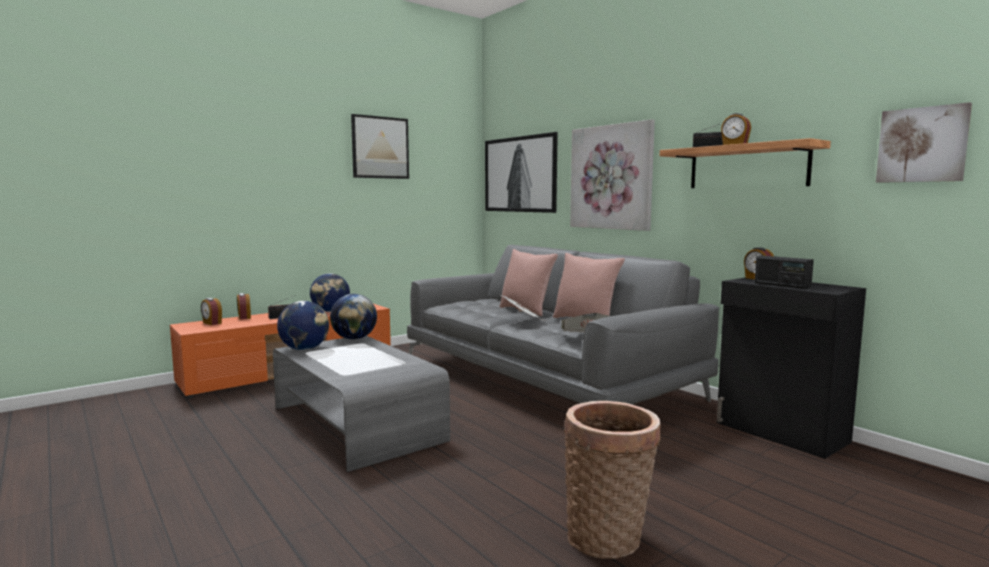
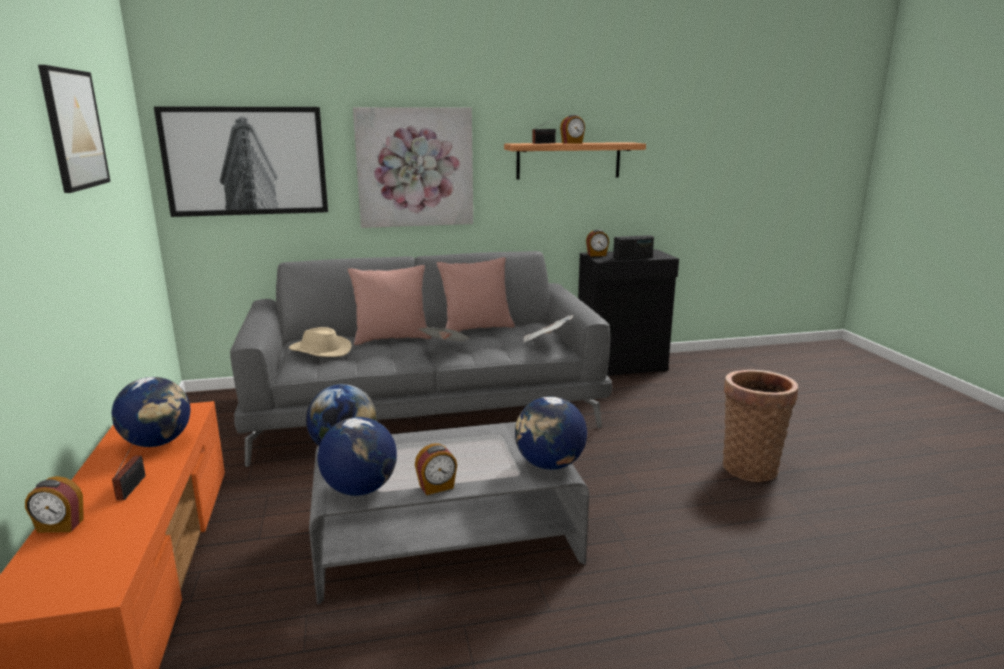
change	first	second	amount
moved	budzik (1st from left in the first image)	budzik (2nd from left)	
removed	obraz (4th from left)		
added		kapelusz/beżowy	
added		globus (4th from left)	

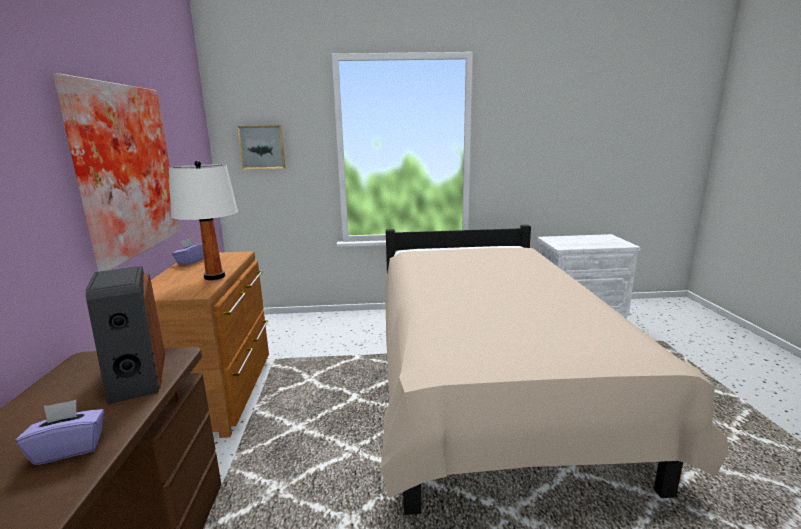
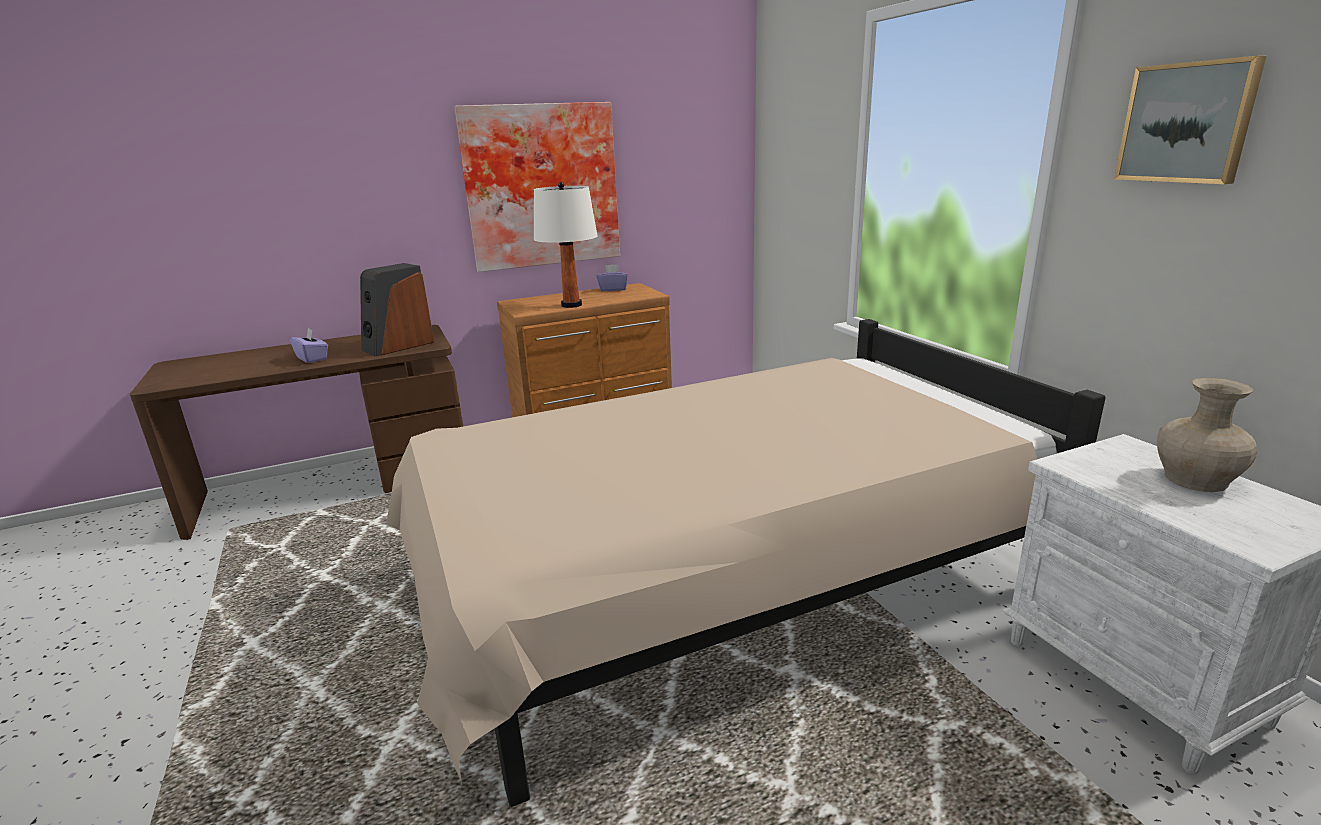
change	first	second	amount
moved	obraz (2nd from left)		
added		wazon/beżowy	

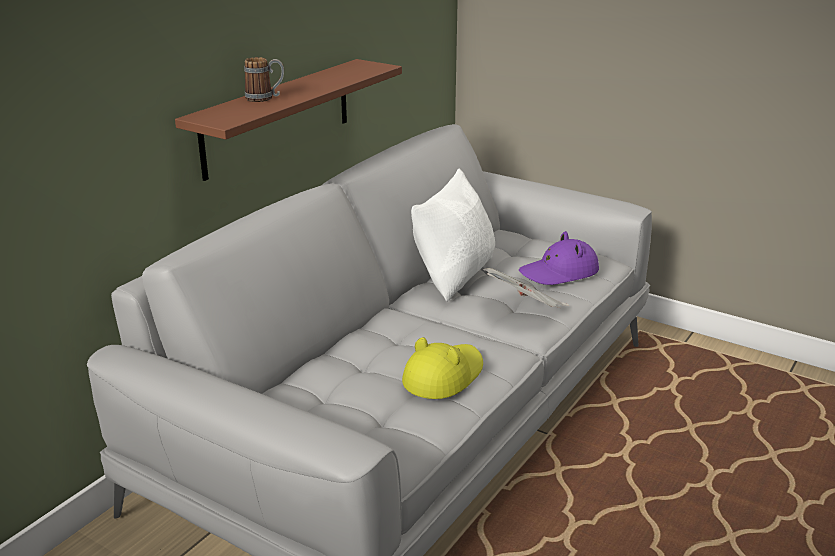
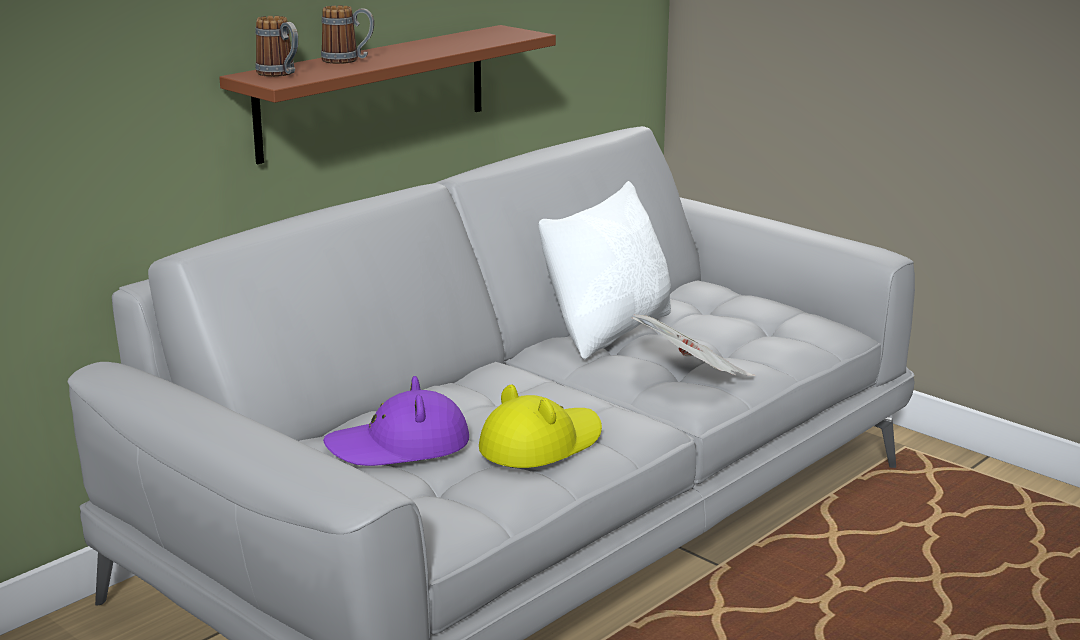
change	first	second	amount
moved	kapelusz/fioletowy		
added		kubek (1st from left)	

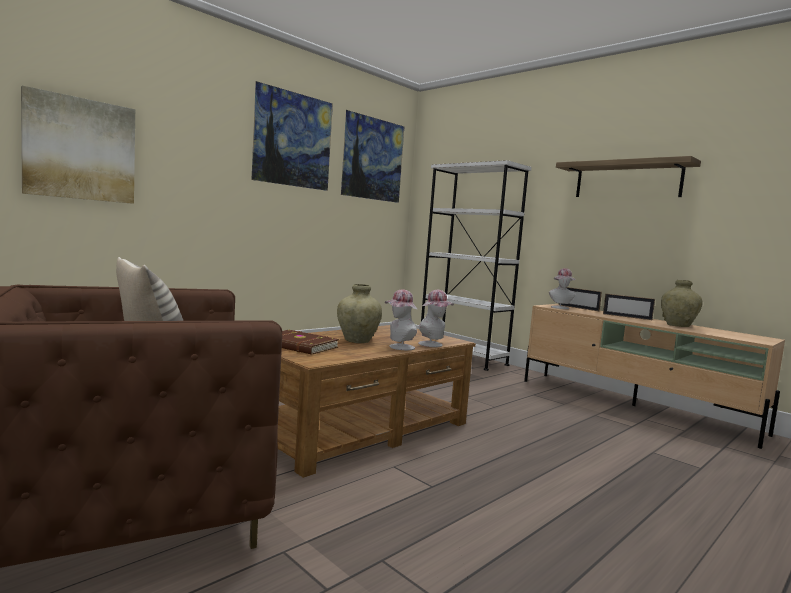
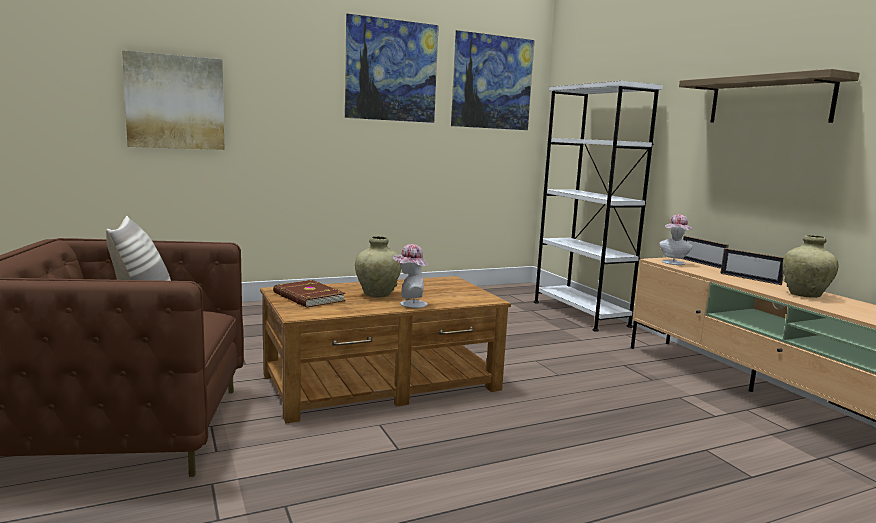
change	first	second	amount
removed	kapelusz (2nd from left)		

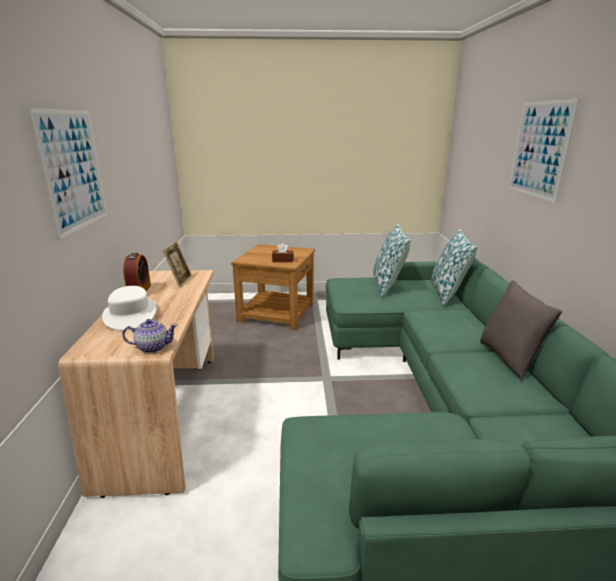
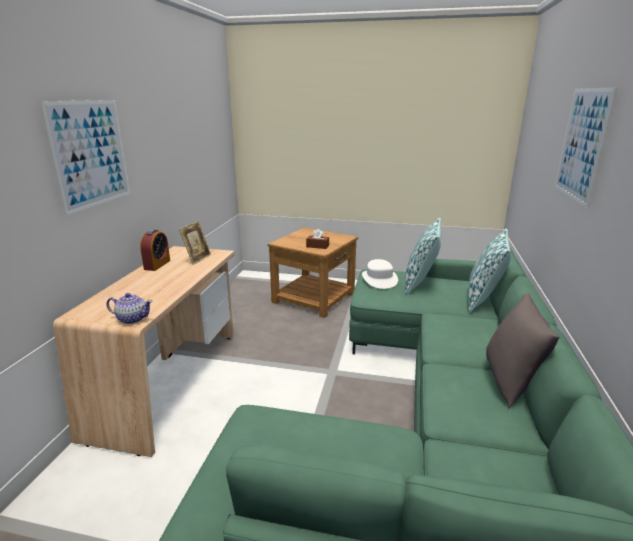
change	first	second	amount
moved	kapelusz/biały		

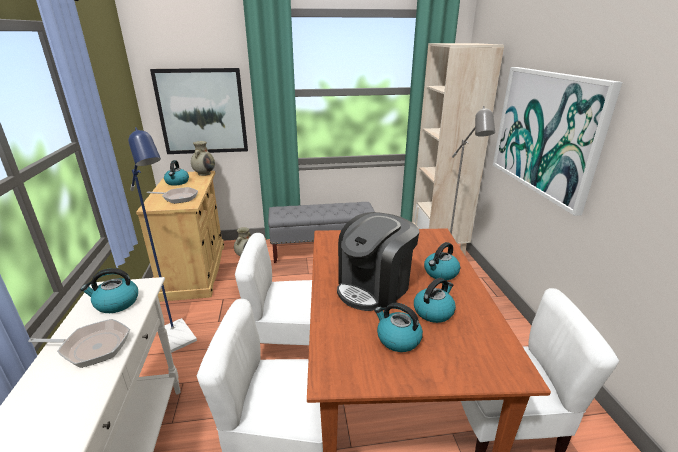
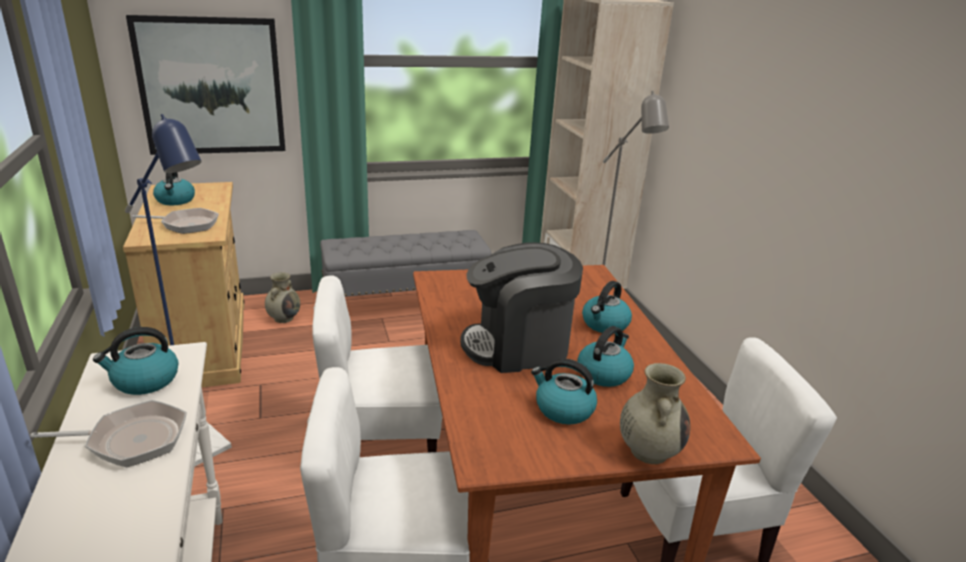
change	first	second	amount
moved	wazon/beżowy (1st from left in the first image)	wazon/beżowy (2nd from left)	
turned	ekspres do kawy		45 degrees clockwise
removed	obraz (2nd from left)		

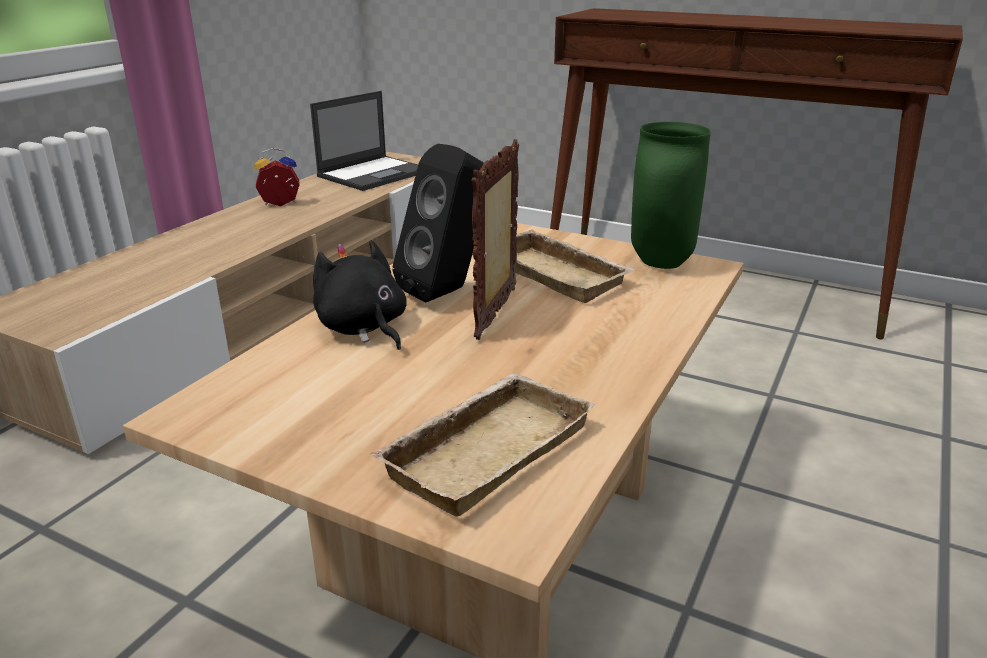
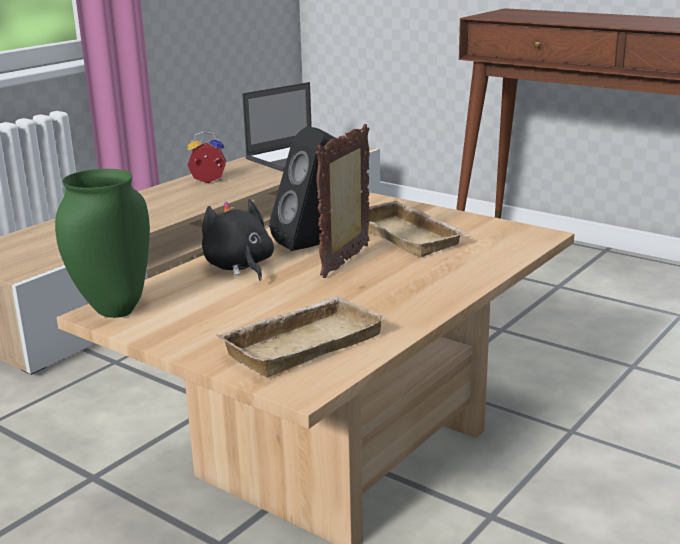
change	first	second	amount
moved	wazon/zielony		

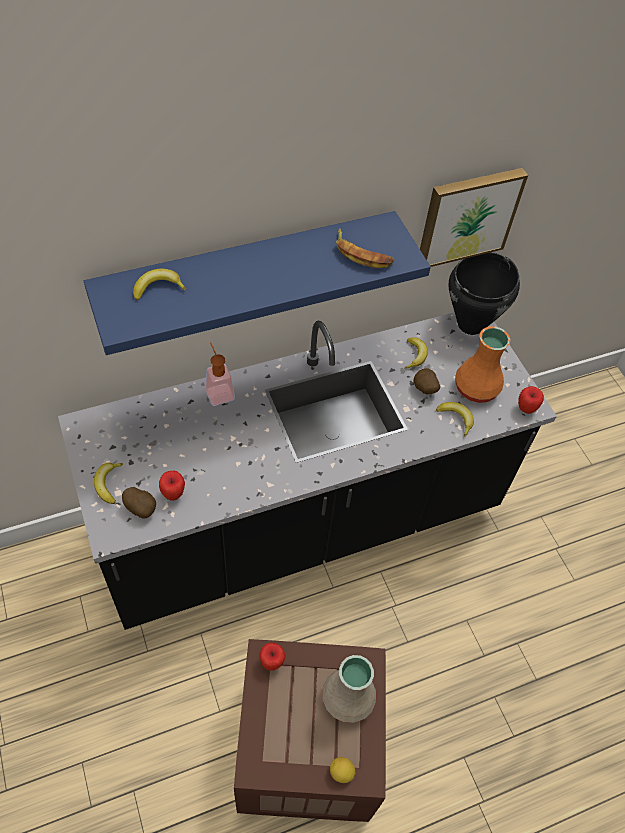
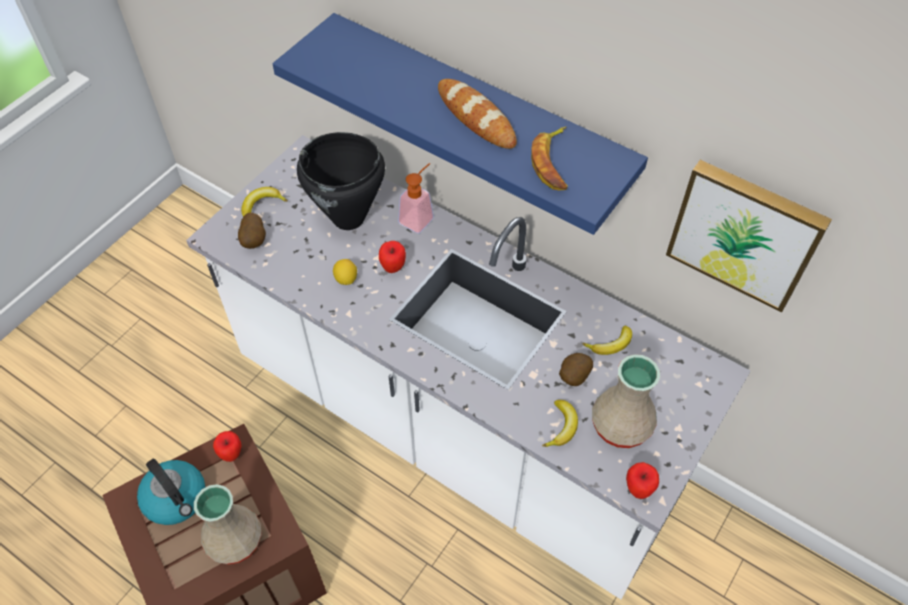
change	first	second	amount
recoloured	zabudowa kuchenna/czarny	zabudowa kuchenna/biały	
removed	banan (2nd from left)		
moved	jabłko (1st from left in the first image)	jabłko (2nd from left)	
moved	cytryna		
moved	garnek/czarny		
recoloured	wazon/pomarańczowy	wazon/beżowy (2nd from left)	
added		czajnik	
added		chleb	

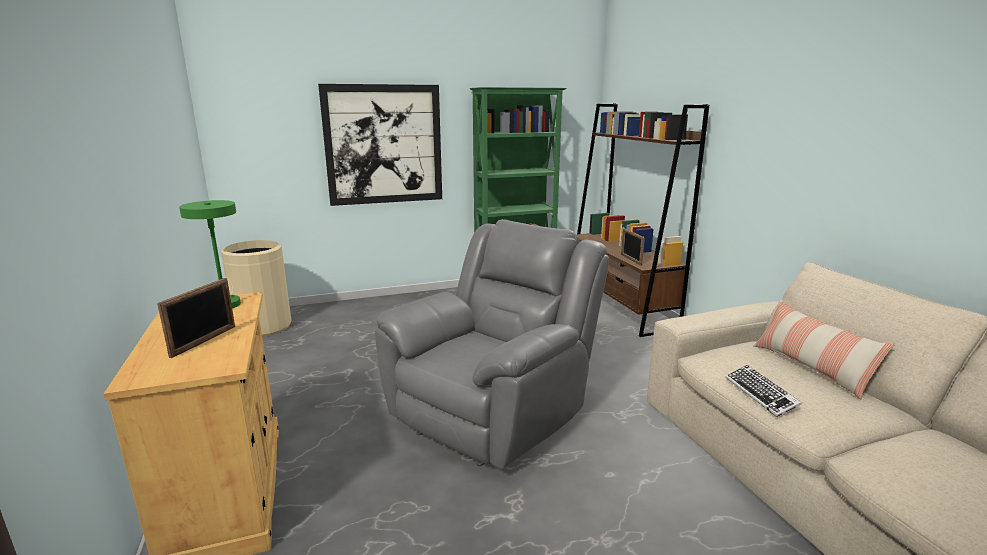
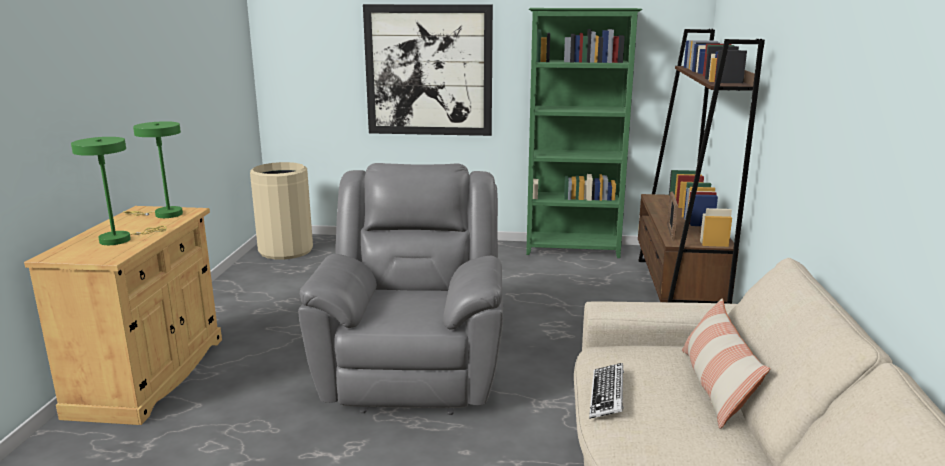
change	first	second	amount
replaced	ramka na zdjęcie (1st from left)	lampa stołowa/zielony (1st from left)	
turned	fotel/szary		60 degrees counterclockwise

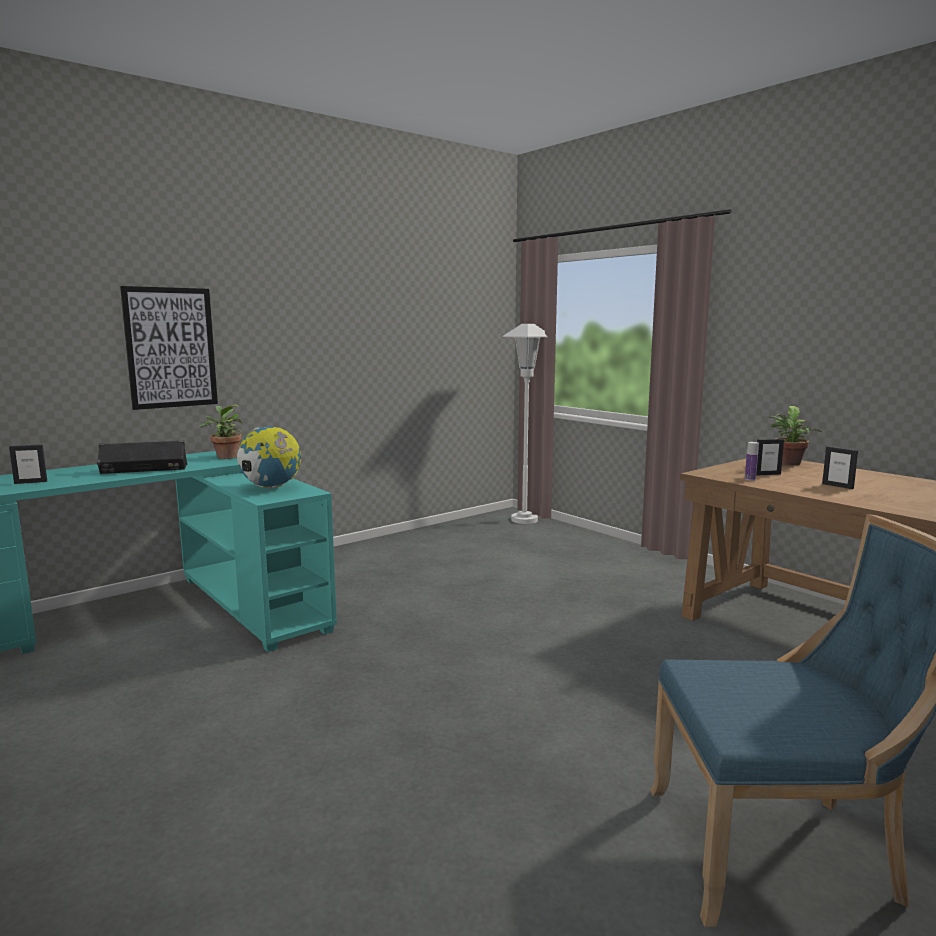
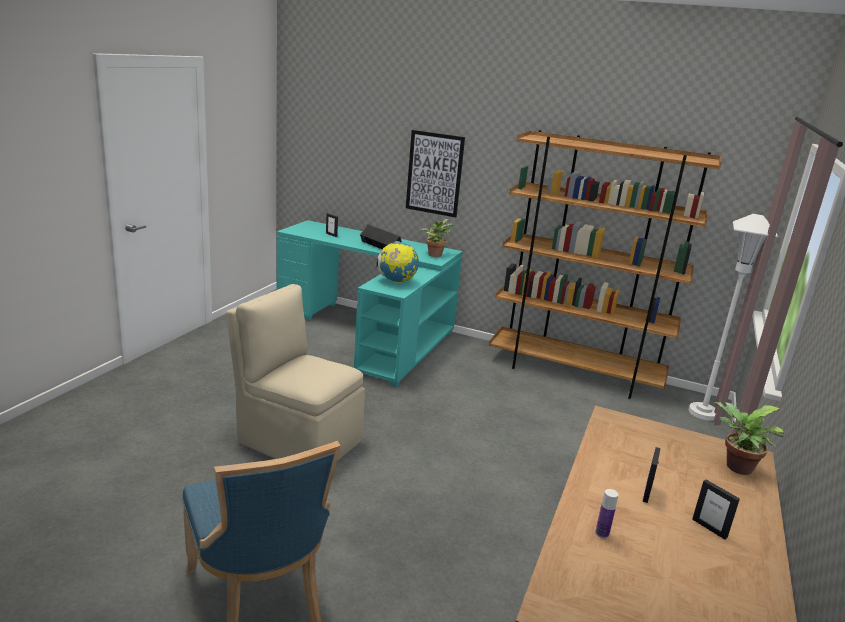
change	first	second	amount
moved	butelka		
moved	ramka na zdjęcie (2nd from left in the first image)	ramka na zdjęcie (3rd from left)	
added		krzesło/beżowy	
added		regał/brązowy	

